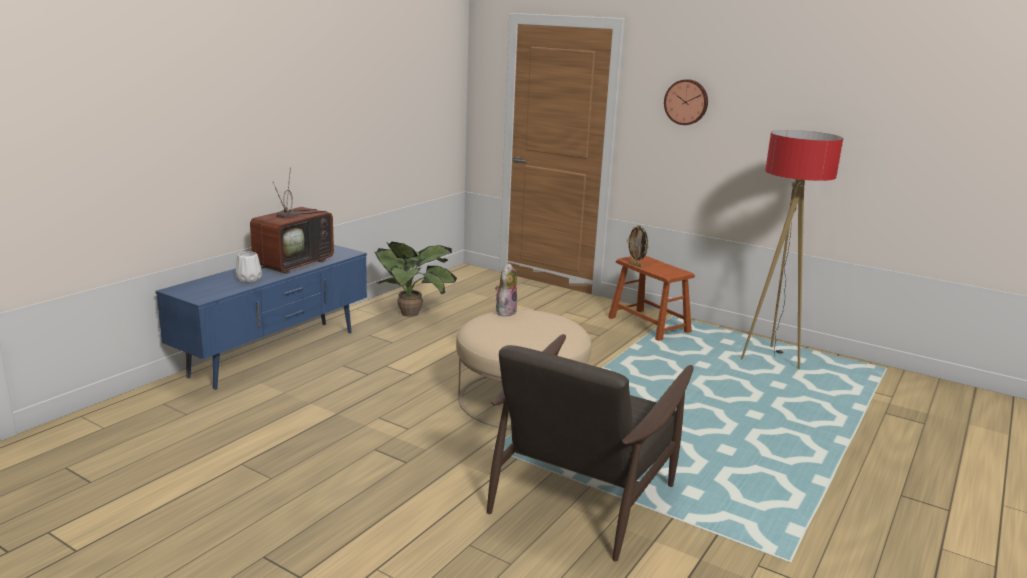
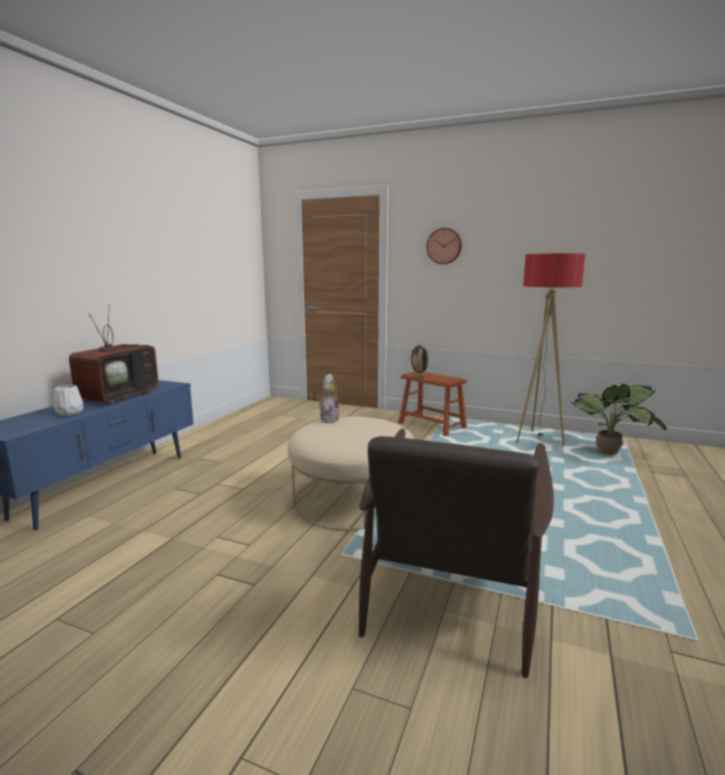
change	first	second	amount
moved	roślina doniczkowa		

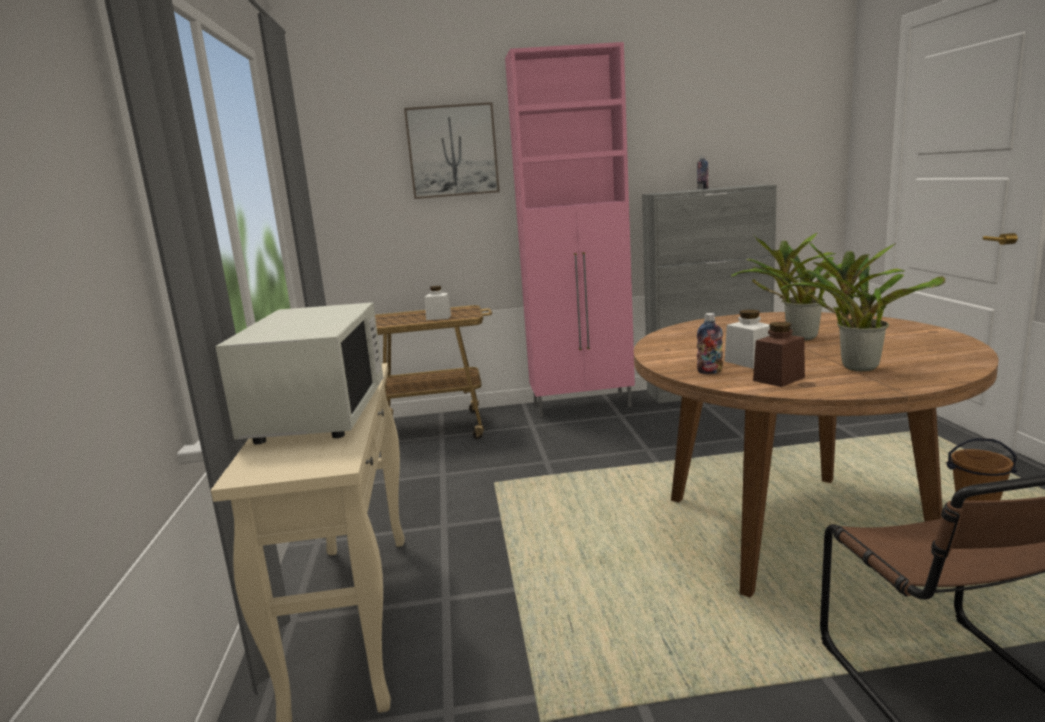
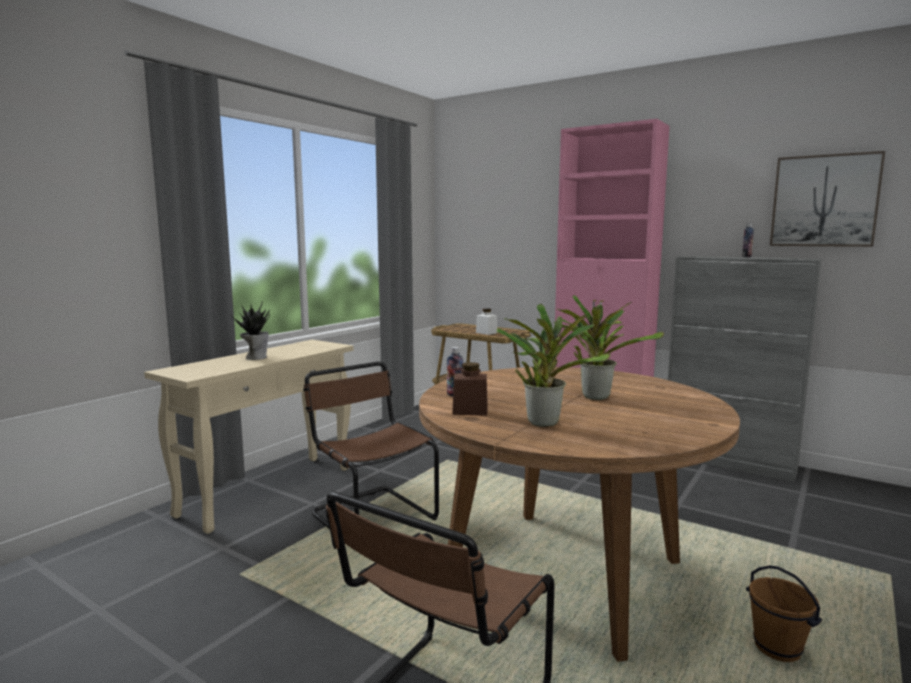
change	first	second	amount
replaced	mikrofalówka/biały	roślina doniczkowa (1st from left)	
moved	obraz		
removed	słoik/biały (2nd from left)		
added		krzesło/brązowy (1st from left)	

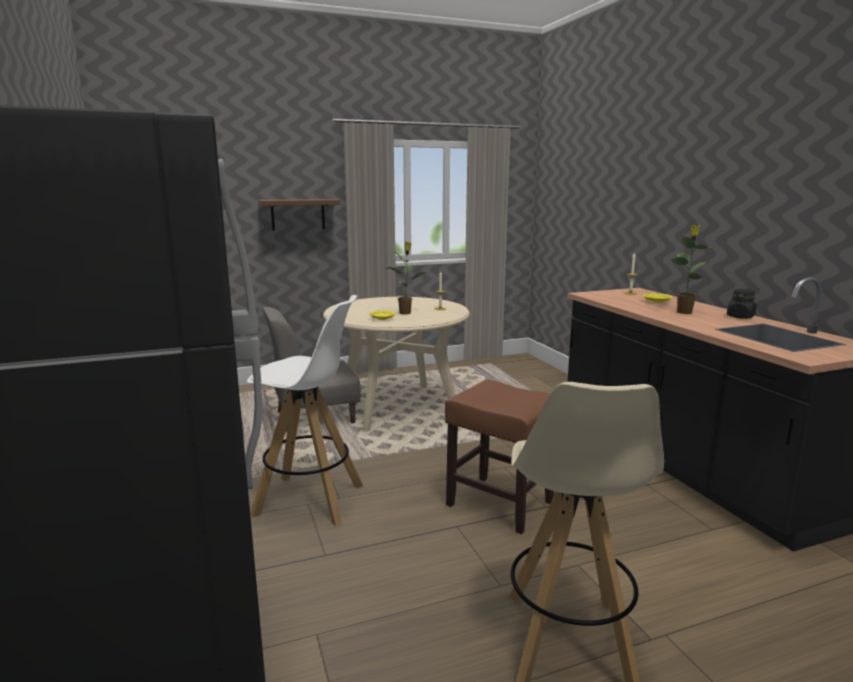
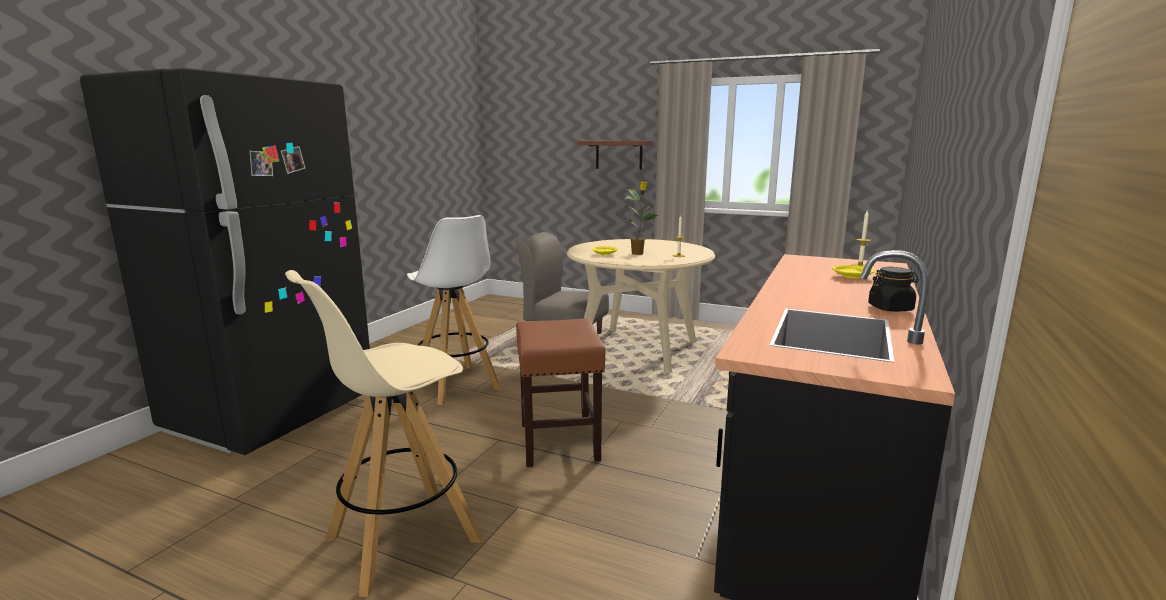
change	first	second	amount
removed	roślina doniczkowa (2nd from left)		

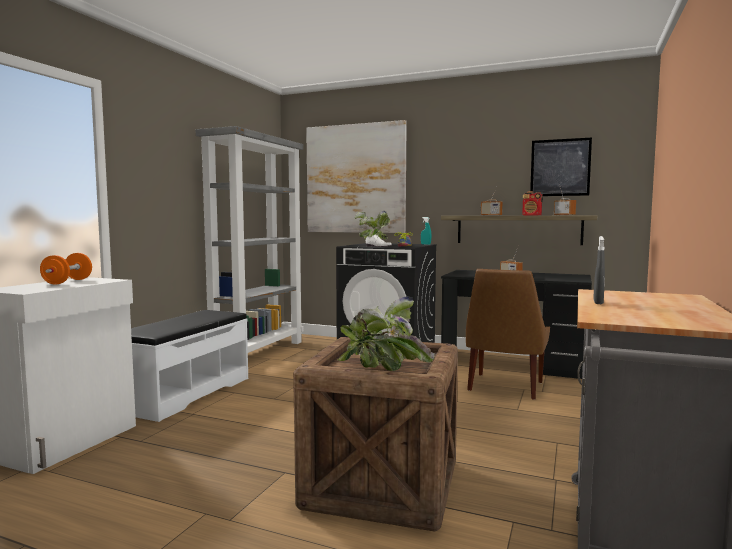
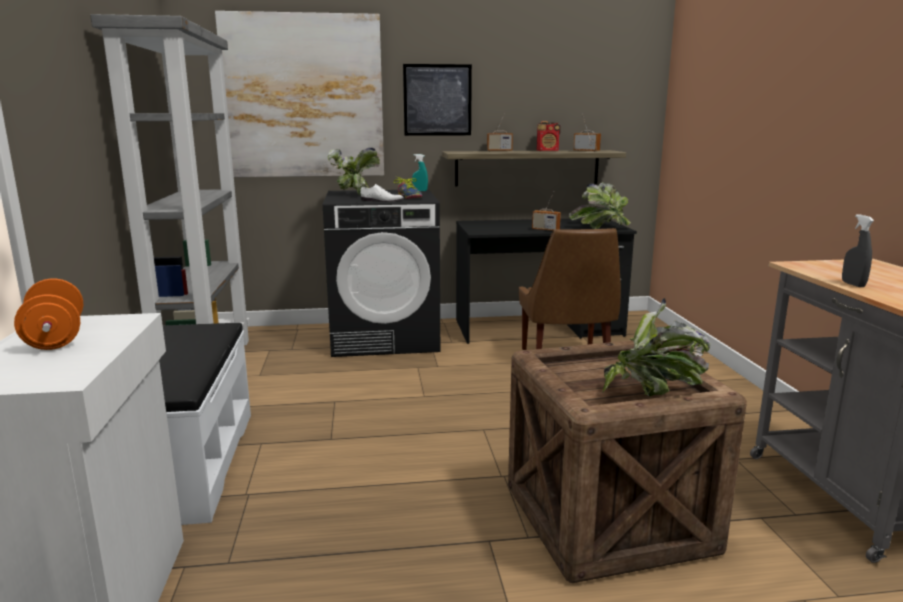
change	first	second	amount
moved	obraz (2nd from left)		
added		roślina doniczkowa (2nd from left)	

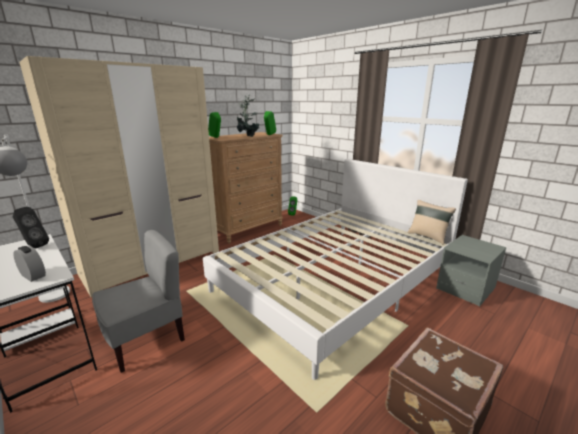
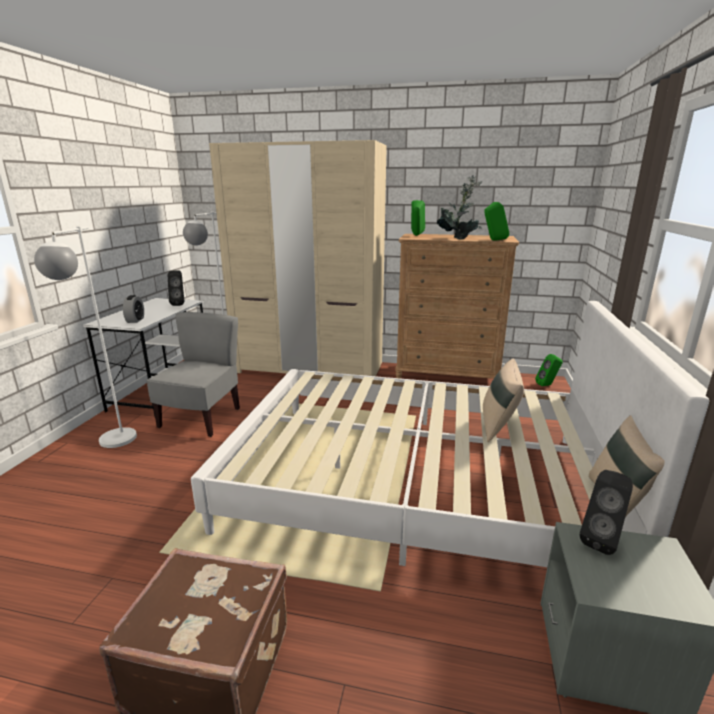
change	first	second	amount
turned	krzesło/szary		90 degrees counterclockwise
added		lampa stojąca/biały (1st from left)	
added		poduszka/beżowy (1st from left)	
added		głośnik/czarny (2nd from left)	

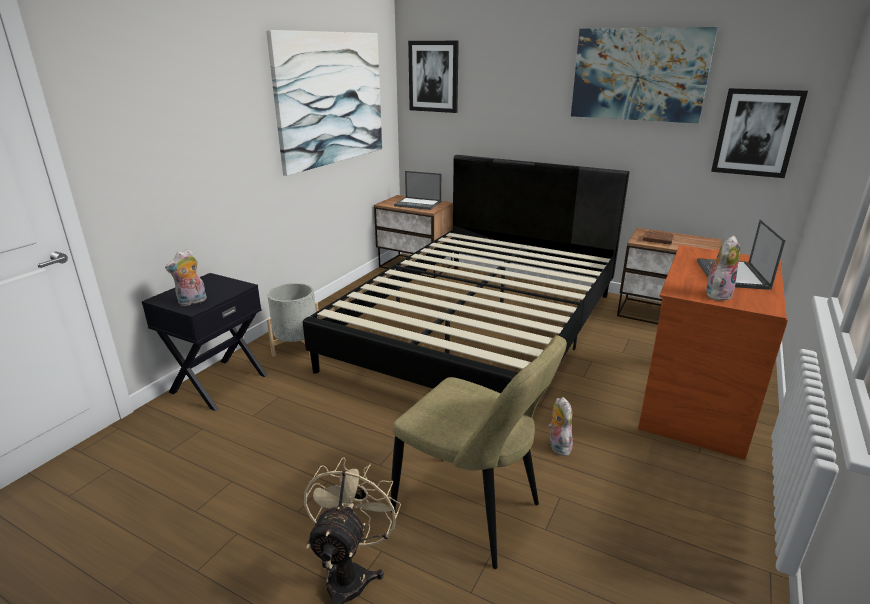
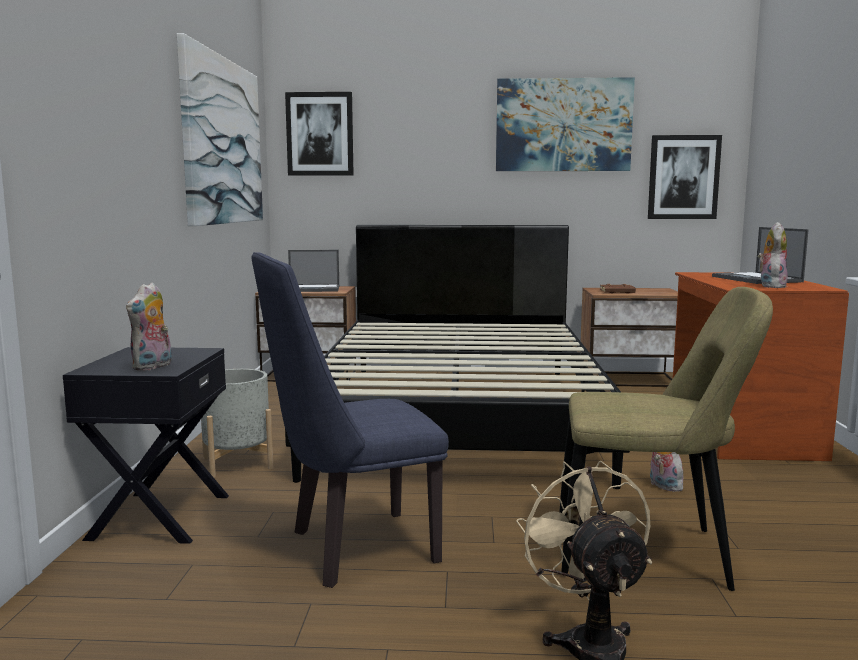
change	first	second	amount
added		krzesło/niebieski	

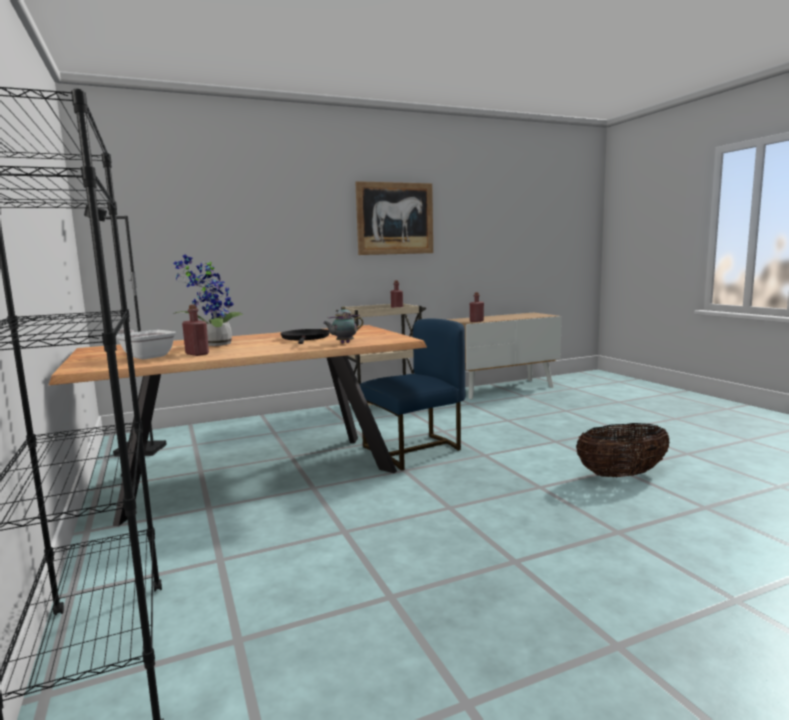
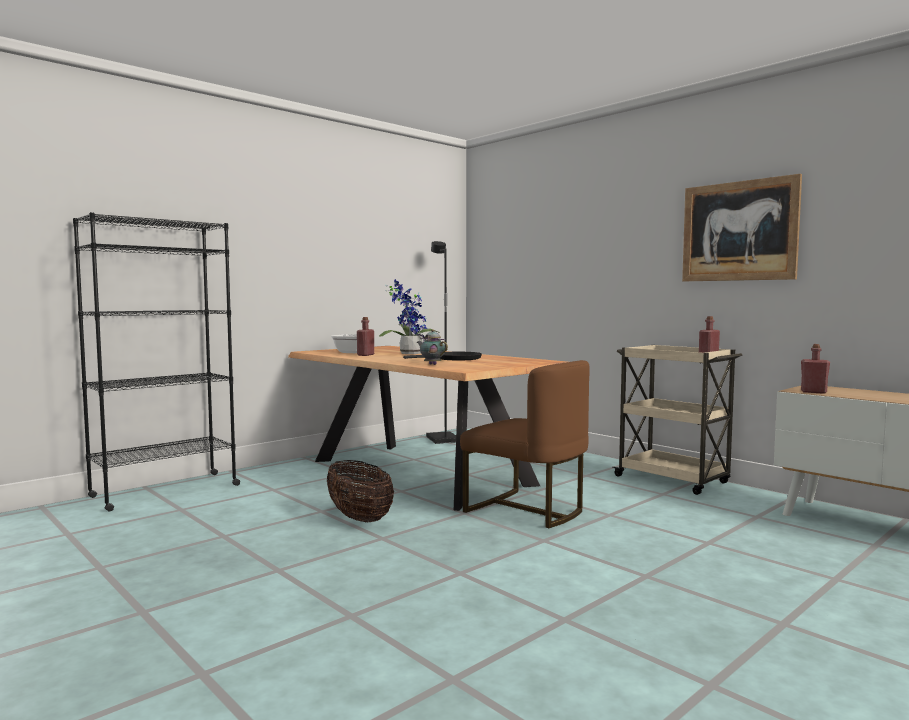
change	first	second	amount
recoloured	krzesło/niebieski	krzesło/brązowy	
moved	koszyk		

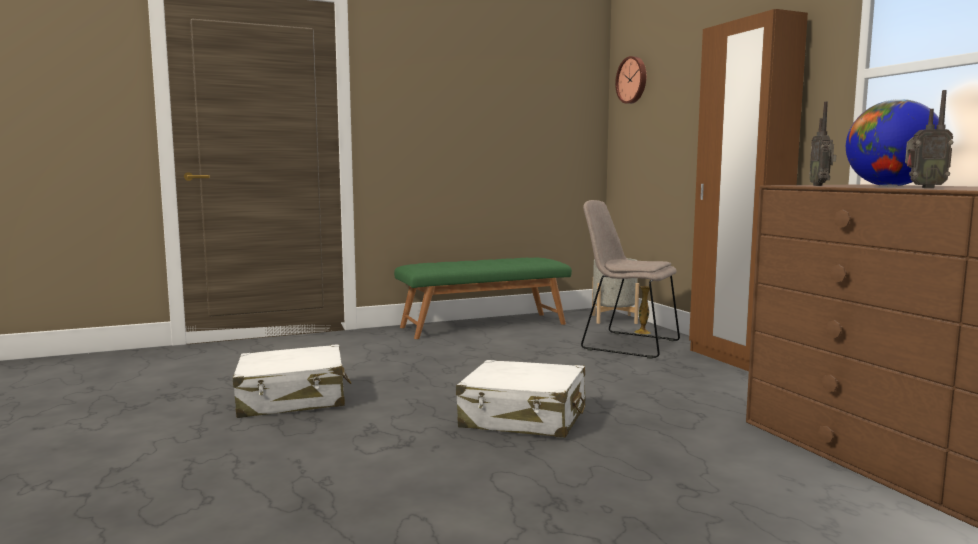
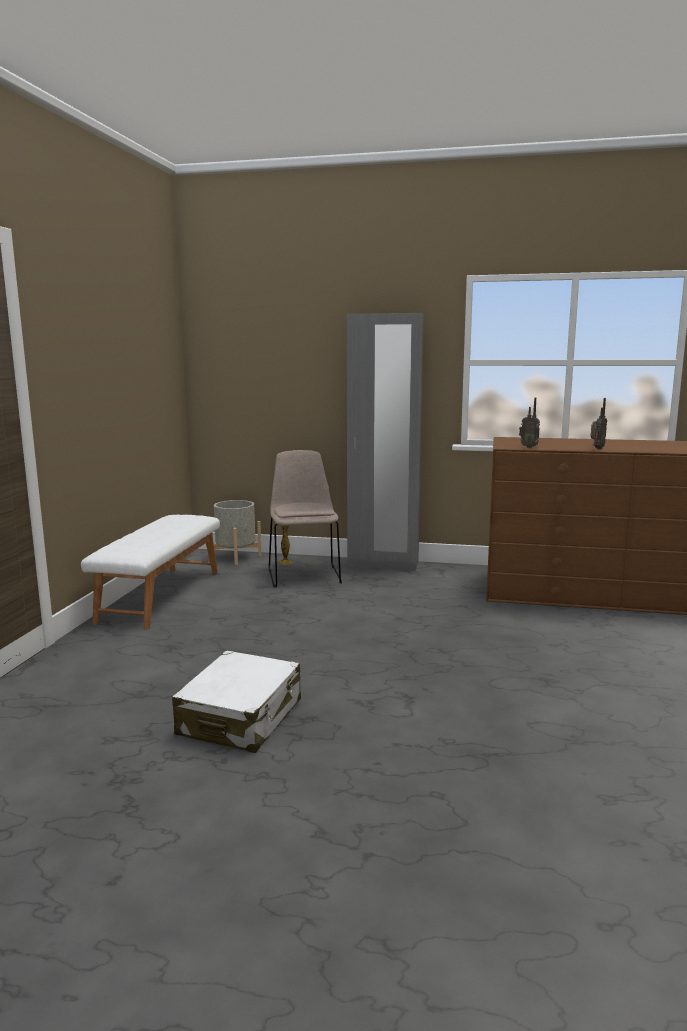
change	first	second	amount
recoloured	ławka/zielony	ławka/biały	
removed	walizka/biały (2nd from left)		
turned	krzesło/beżowy		105 degrees clockwise
removed	zegar ścienny		
recoloured	szafa/brązowy	szafa/szary	
removed	globus		

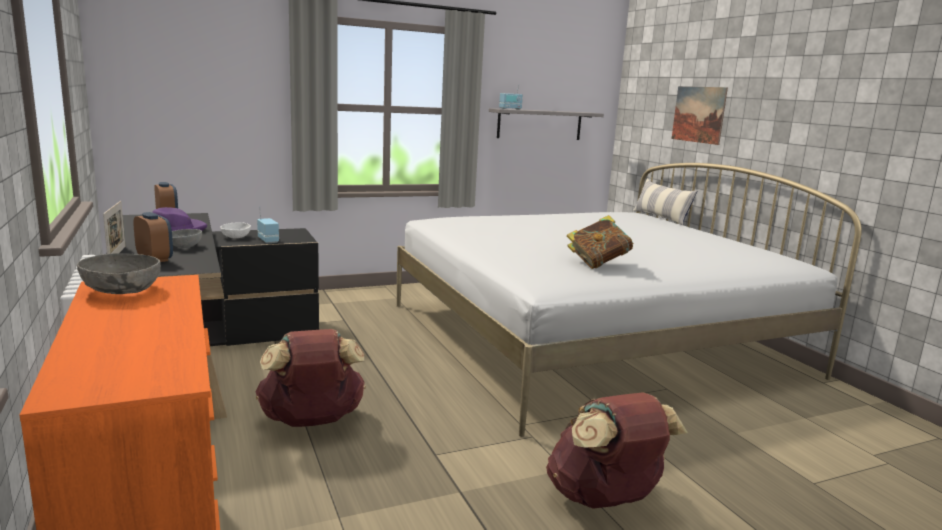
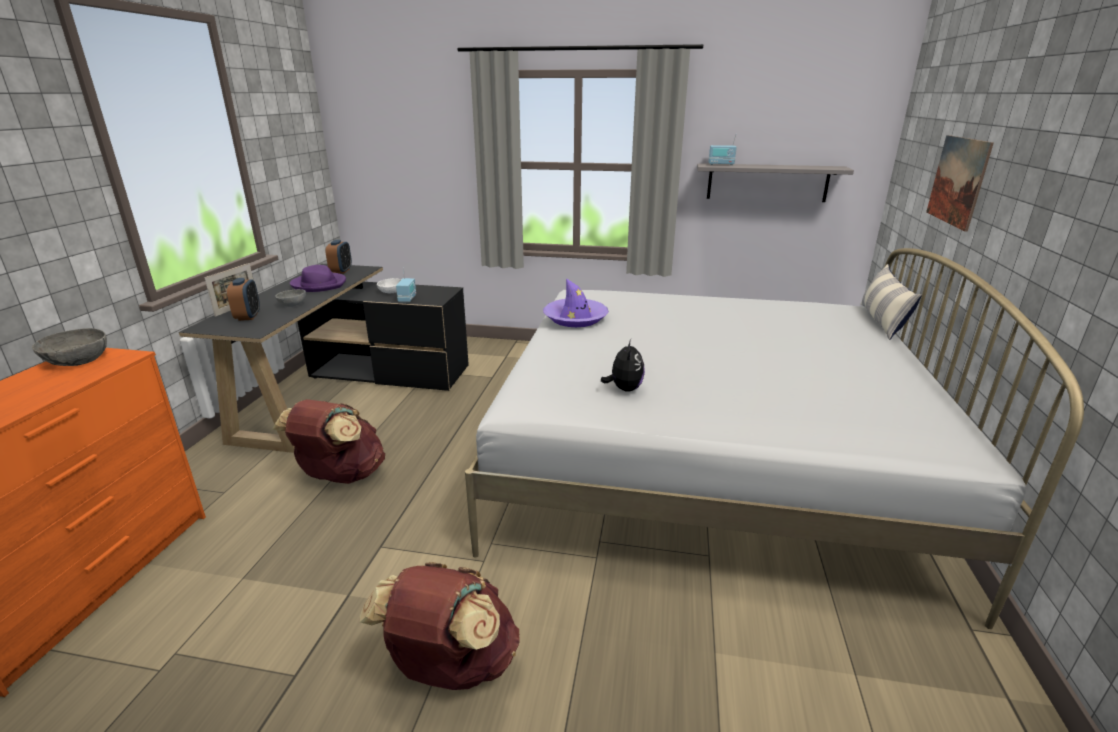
change	first	second	amount
replaced	książka	pluszak	
added		kapelusz/fioletowy (2nd from left)	

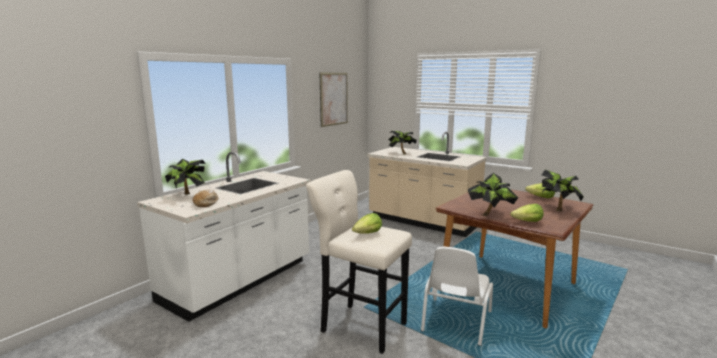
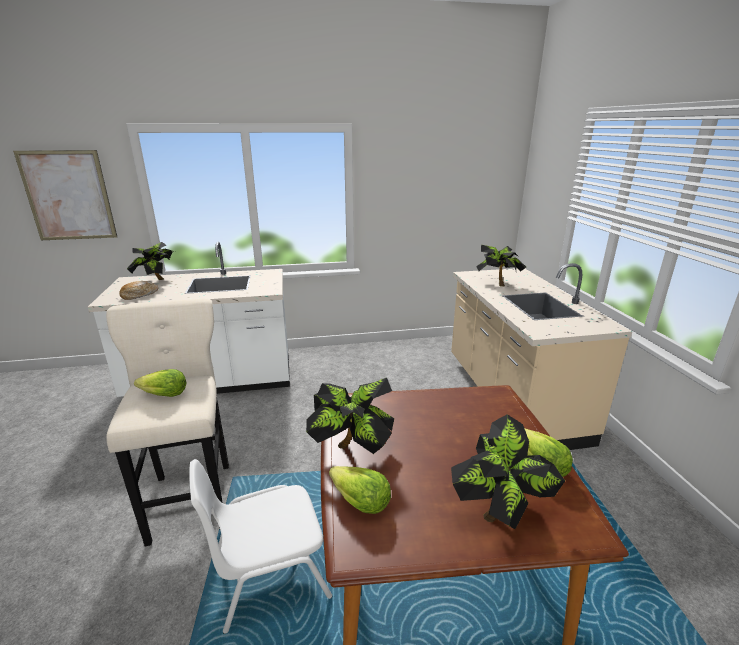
change	first	second	amount
moved	obraz		

